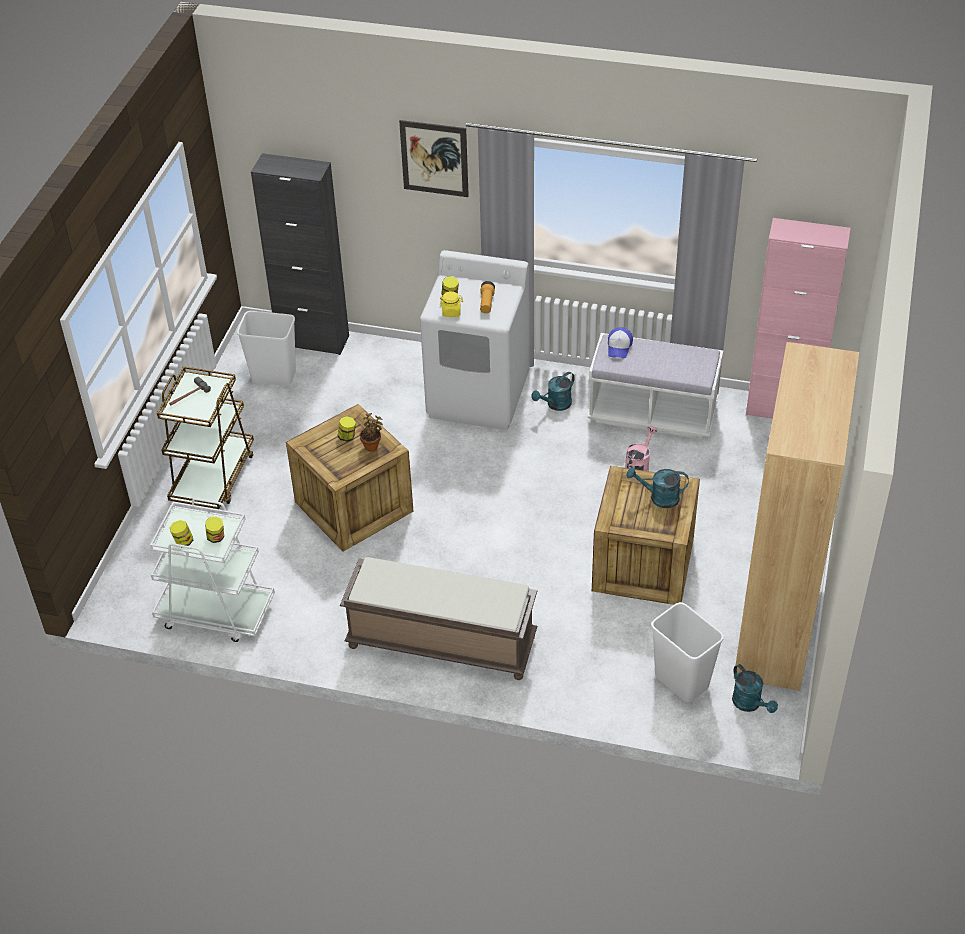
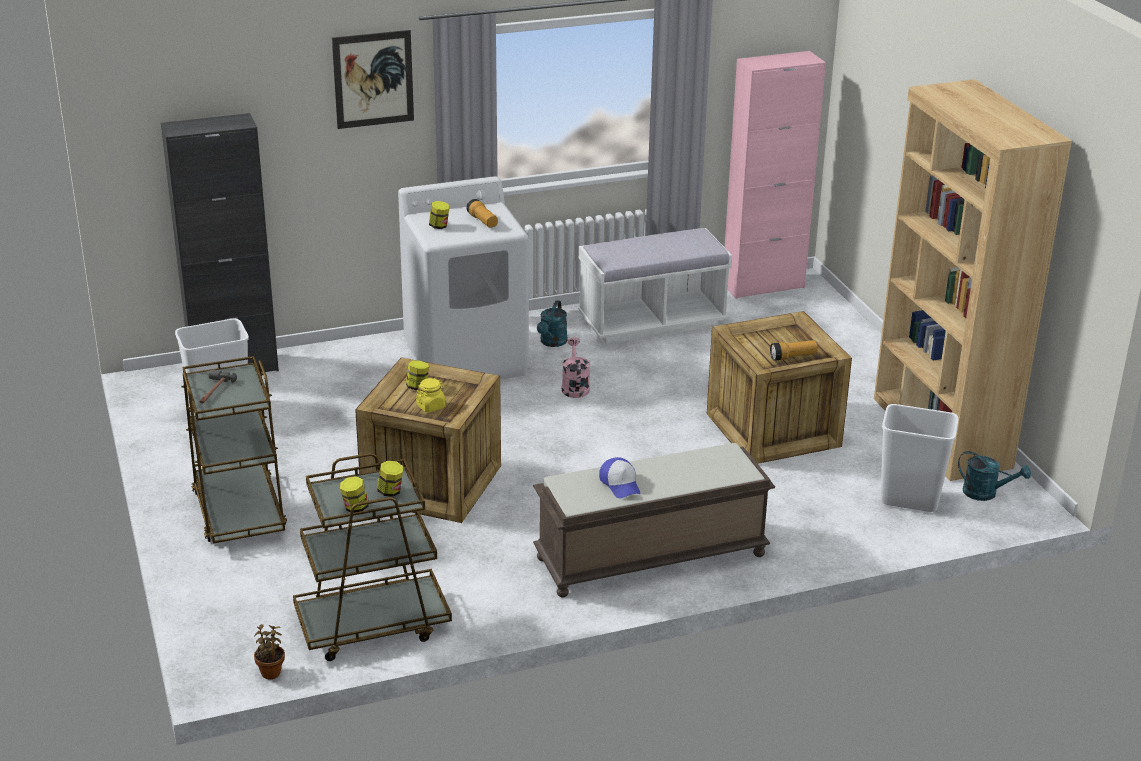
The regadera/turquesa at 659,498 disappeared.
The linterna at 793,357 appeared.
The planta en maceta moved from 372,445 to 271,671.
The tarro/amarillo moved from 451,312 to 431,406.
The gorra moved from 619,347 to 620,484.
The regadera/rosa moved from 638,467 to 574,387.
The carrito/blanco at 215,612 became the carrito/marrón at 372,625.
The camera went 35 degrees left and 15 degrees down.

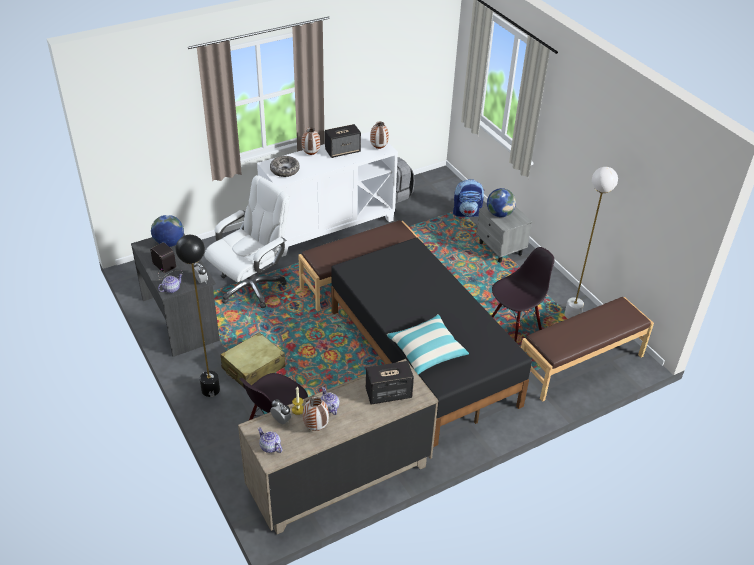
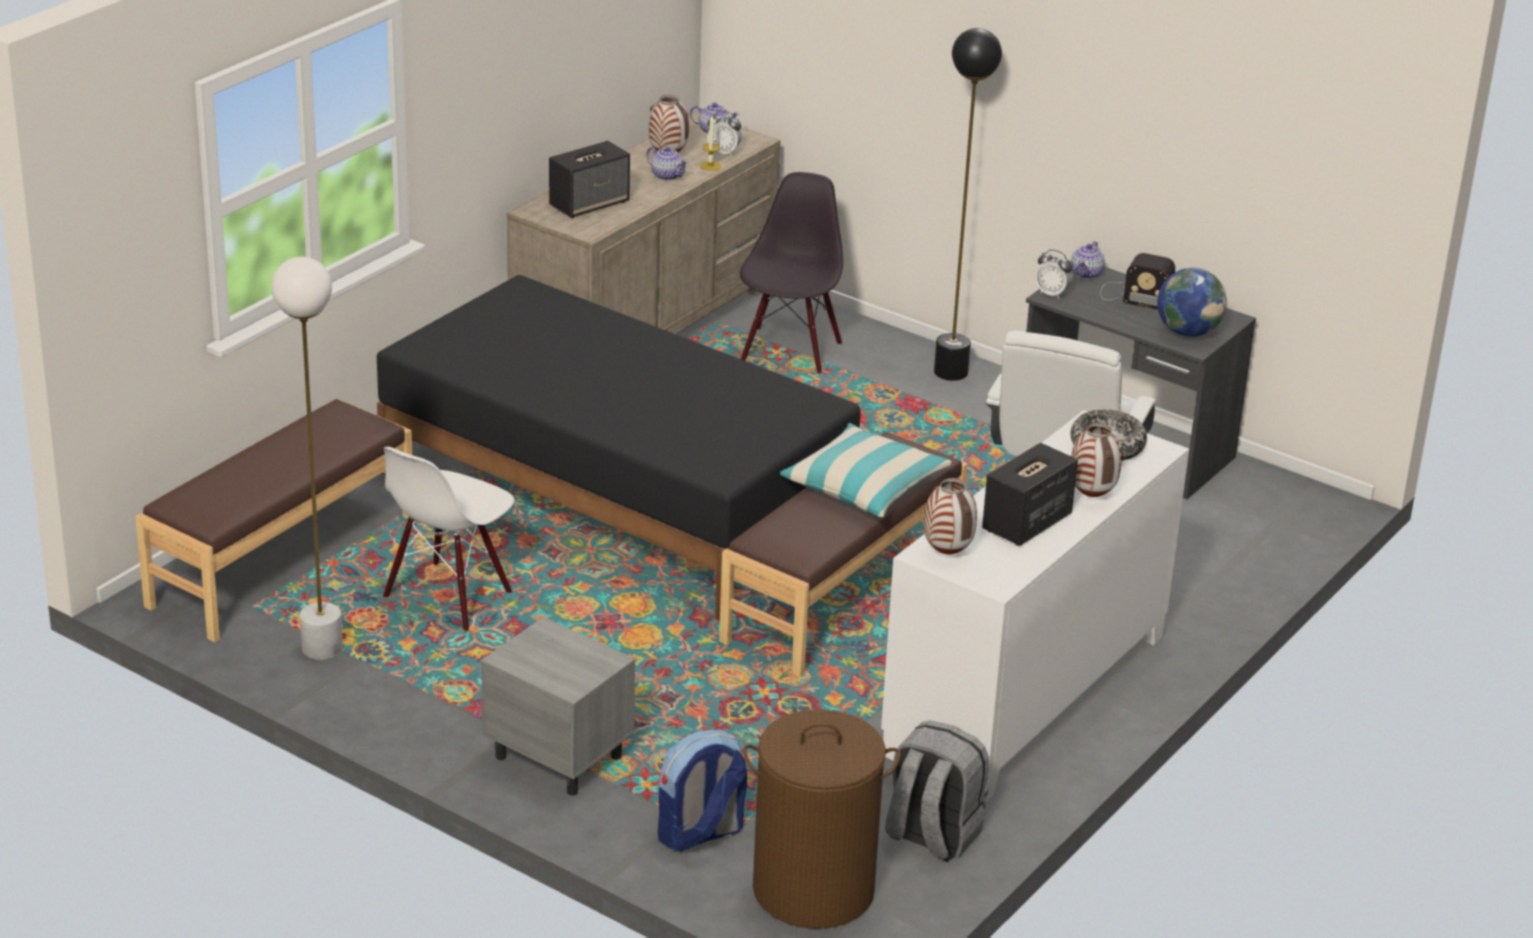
The maleta/beis at 253,368 disappeared.
The globo terráqueo at 499,214 disappeared.
The cesto de la ropa/marrón at 814,889 appeared.
The cojín moved from 427,350 to 864,486.
The silla/negro at 515,325 became the silla/blanco at 448,596.
The camera went 155 degrees right and 10 degrees down.

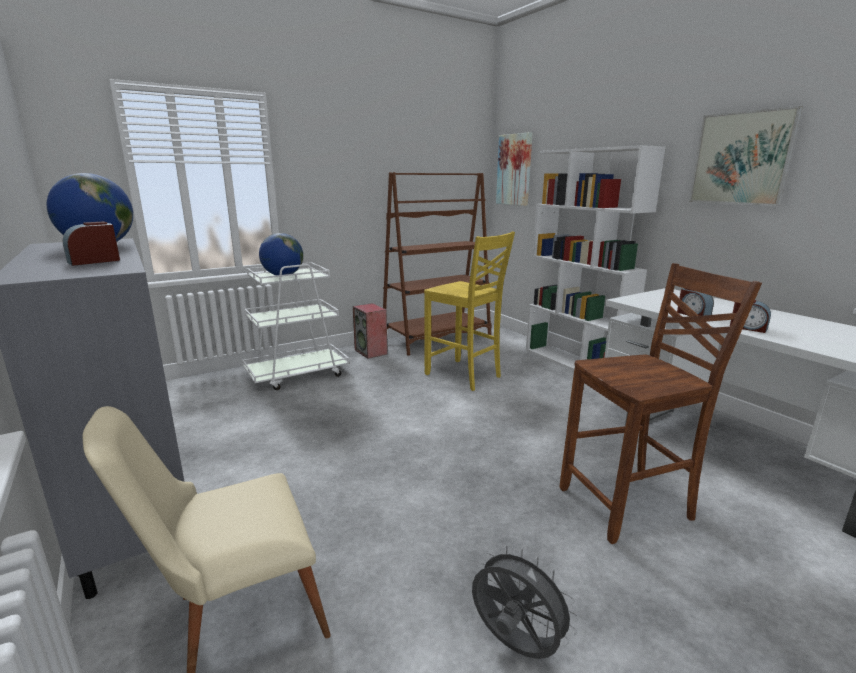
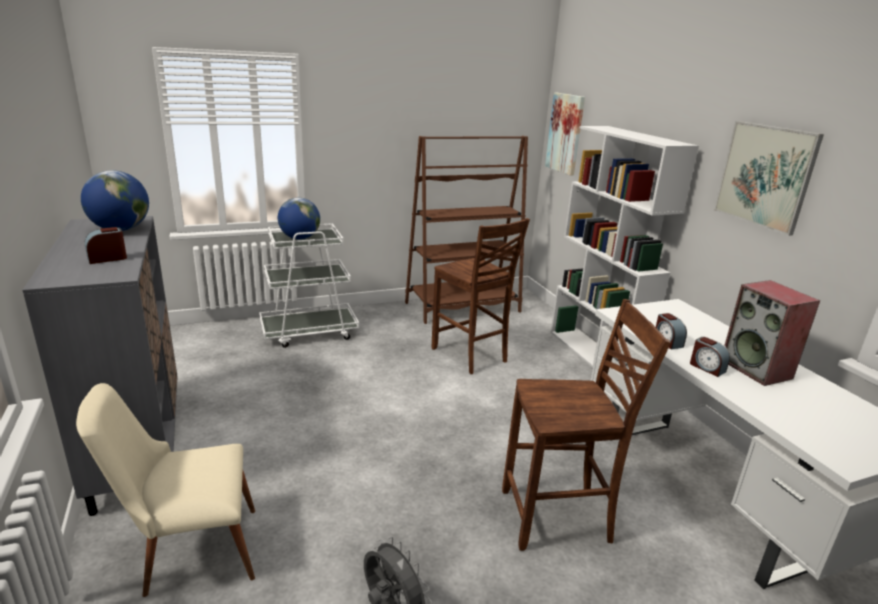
The altavoz moved from 371,352 to 757,369.
The silla/amarillo at 464,376 became the silla/marrón at 470,355.
The camera went 10 degrees right and 5 degrees up.

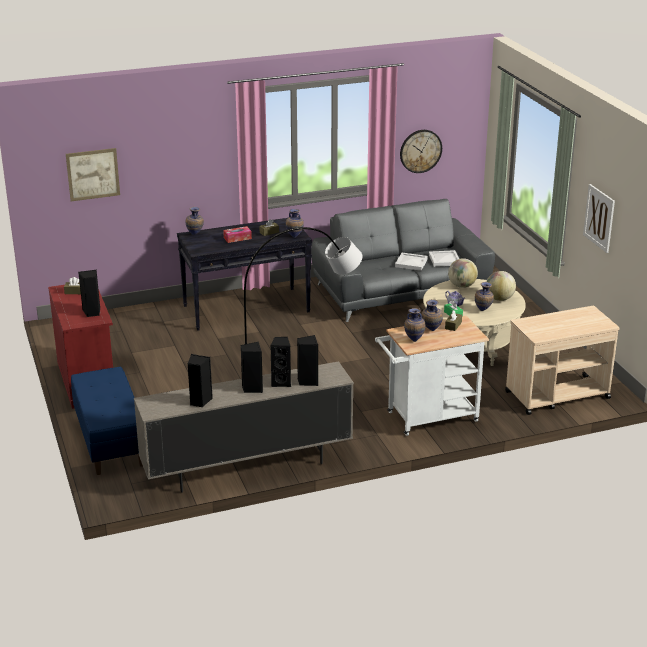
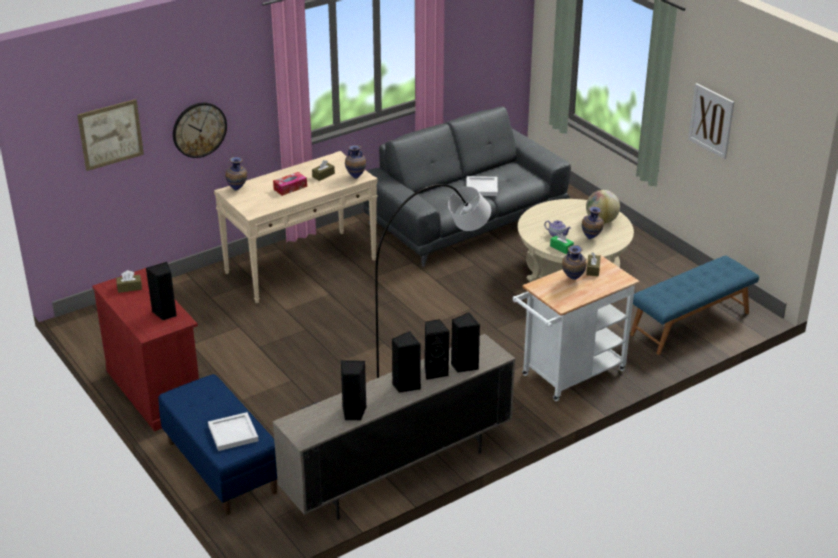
The florero at 414,340 disappeared.
The globo terráqueo at 462,286 disappeared.
The reloj de pared moved from 420,151 to 199,129.
The bandeja/blanco moved from 444,260 to 232,433.
The carrito/beis at 556,395 was replaced by the banco/azul at 690,324.
The mesa consola/negro at 246,308 became the mesa consola/beis at 301,266.
The camera went 15 degrees left and 5 degrees up.

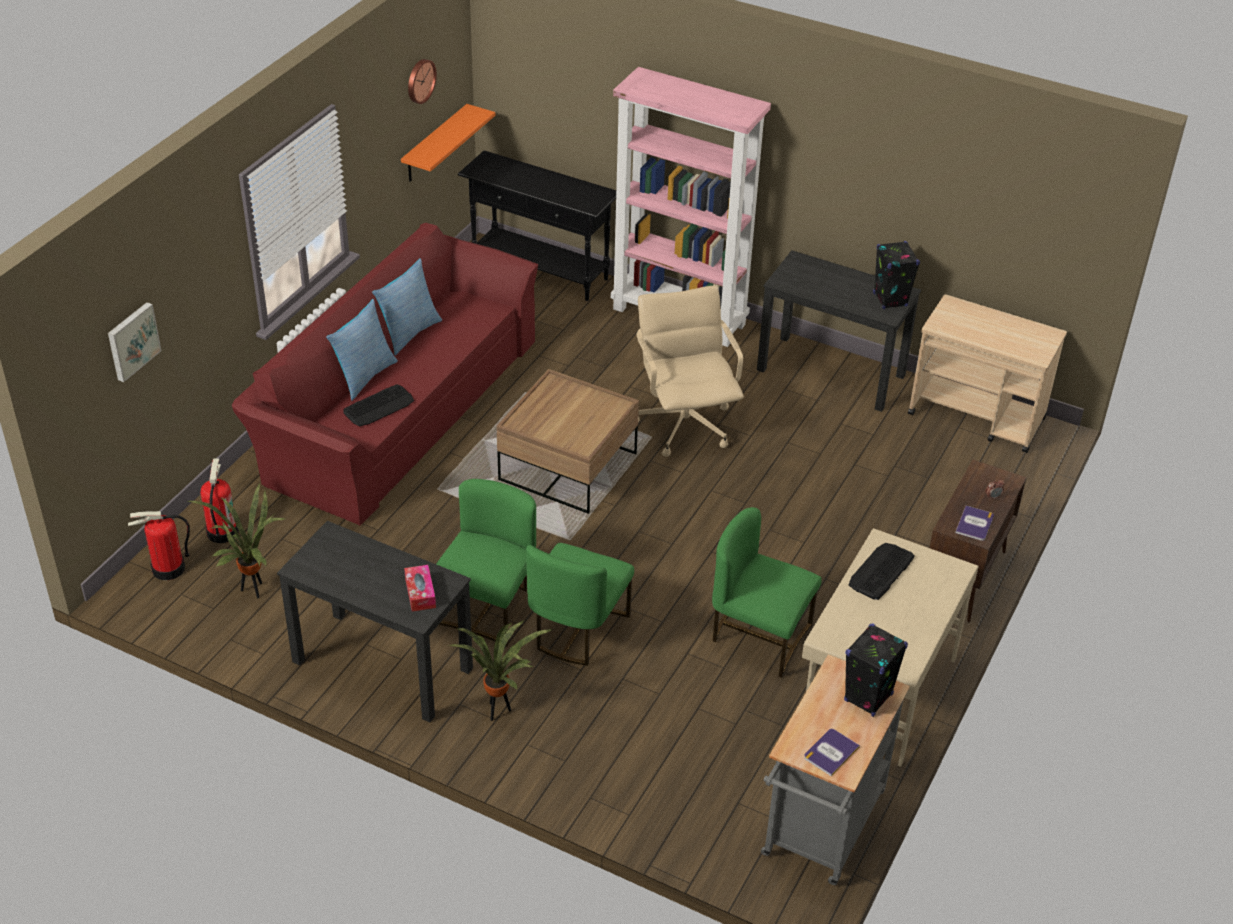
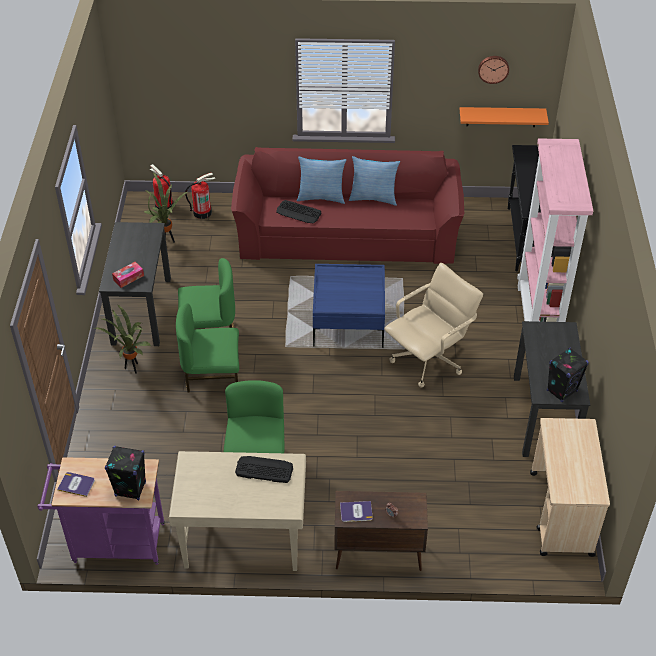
The cuadro at 132,341 disappeared.
The mesa de centro/marrón at 567,467 became the mesa de centro/azul at 348,322.
The carrito/gris at 820,831 became the carrito/morado at 113,543.
The camera went 65 degrees right and 5 degrees up.

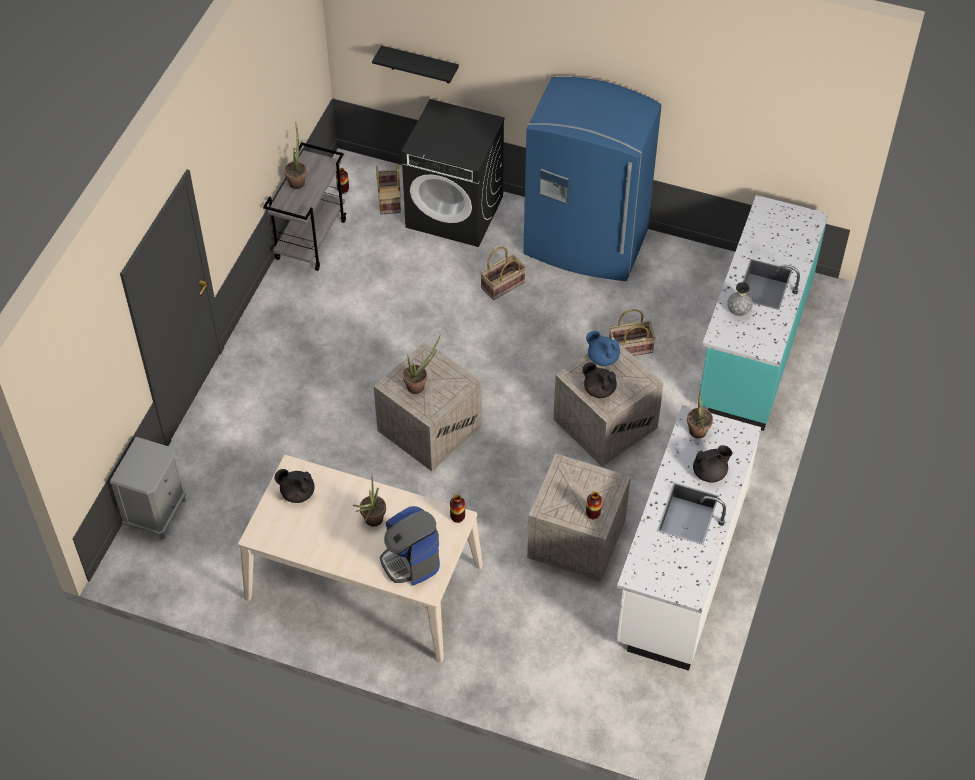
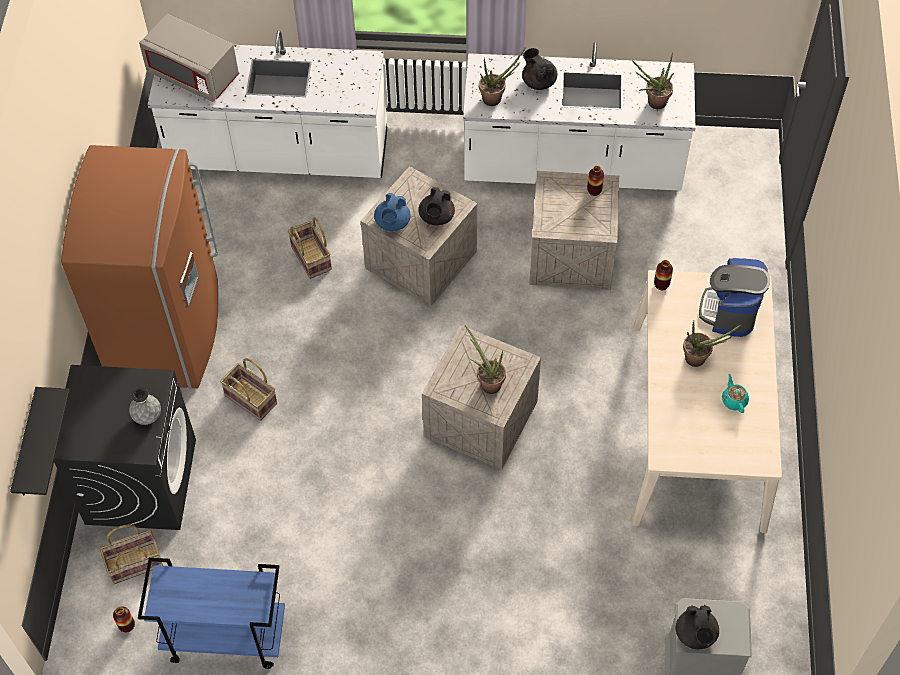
The microondas/gris at 193,75 appeared.
The tetera/turquesa at 734,400 appeared.
The tetera/negro moved from 297,493 to 695,635.
The planta en maceta moved from 297,180 to 653,103.
The florero/gris moved from 738,311 to 148,417.
The carrito/gris at 311,239 became the carrito/azul at 224,637.
The nevera/azul at 585,245 became the nevera/marrón at 168,331.
The mueble bajo de cocina/turquesa at 753,346 became the mueble bajo de cocina/blanco at 279,154.
The cafetera at 411,560 turned 150 degrees clockwise.
The camera went 105 degrees left and 5 degrees up.

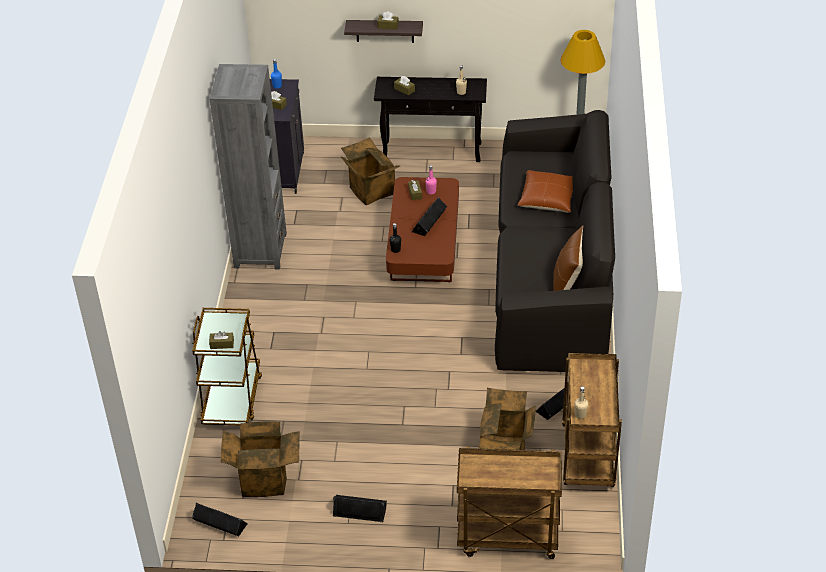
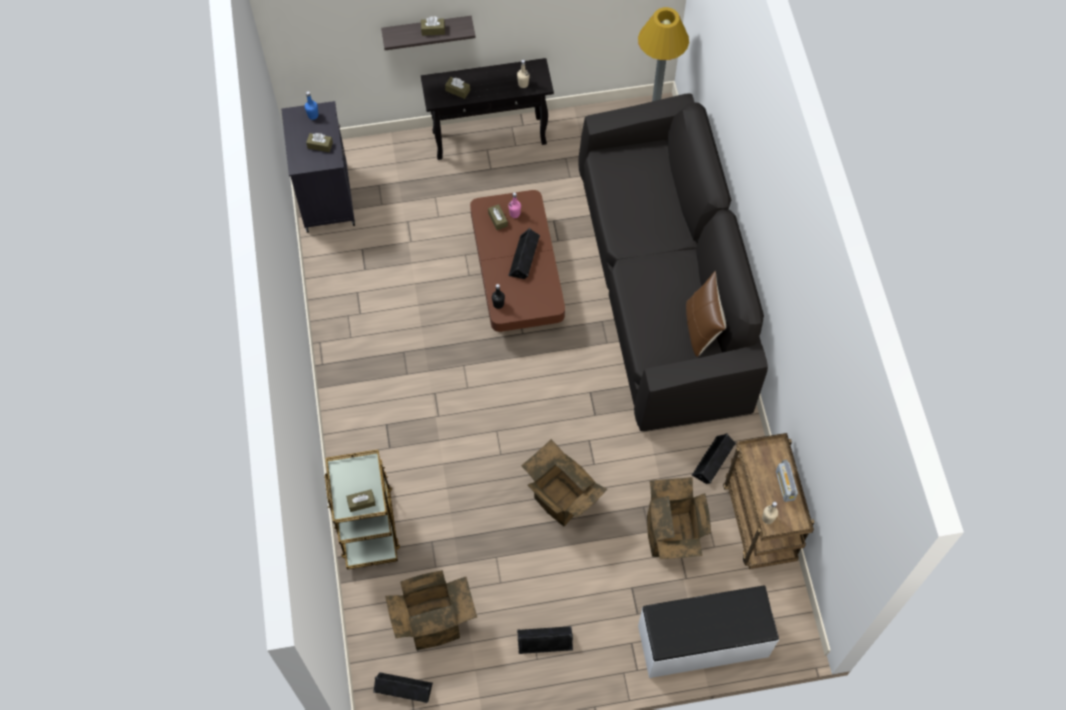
The estantería/gris at 260,250 disappeared.
The cojín/marrón at 548,198 disappeared.
The radio at 785,485 appeared.
The caja de cartón moved from 370,191 to 561,499.
The carrito/marrón at 507,538 was replaced by the banco/blanco at 703,642.
The camera went 15 degrees left and 20 degrees up.

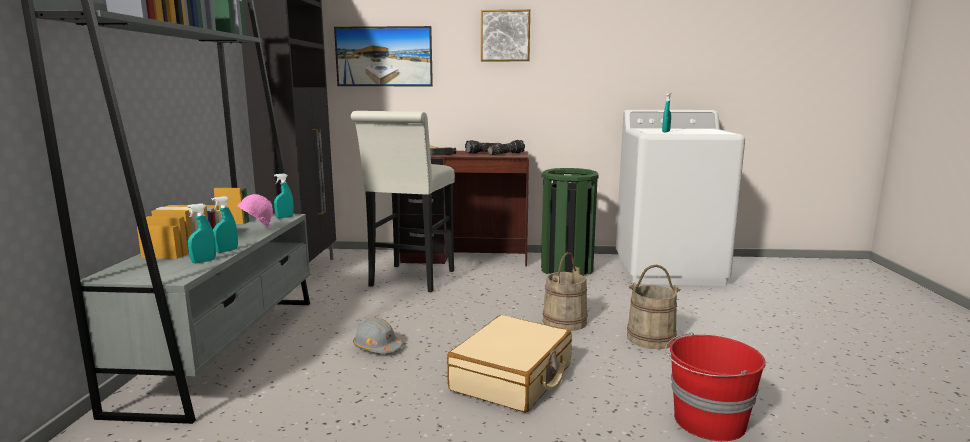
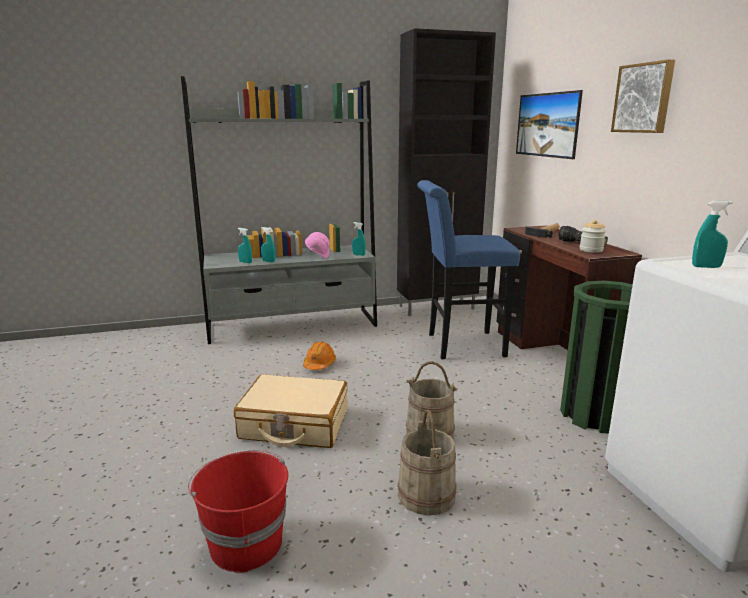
The linterna at 506,154 was replaced by the tarro at 591,250.
The taburete/blanco at 409,280 became the taburete/azul at 459,345.
The casco/gris at 377,347 became the casco/naranja at 319,364.
The camera went 70 degrees right and 5 degrees up.

